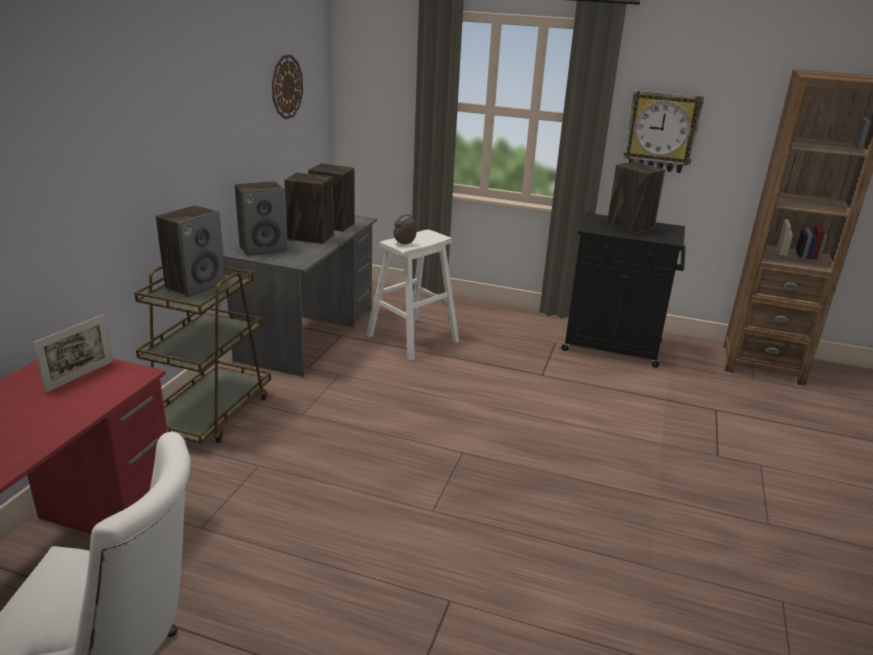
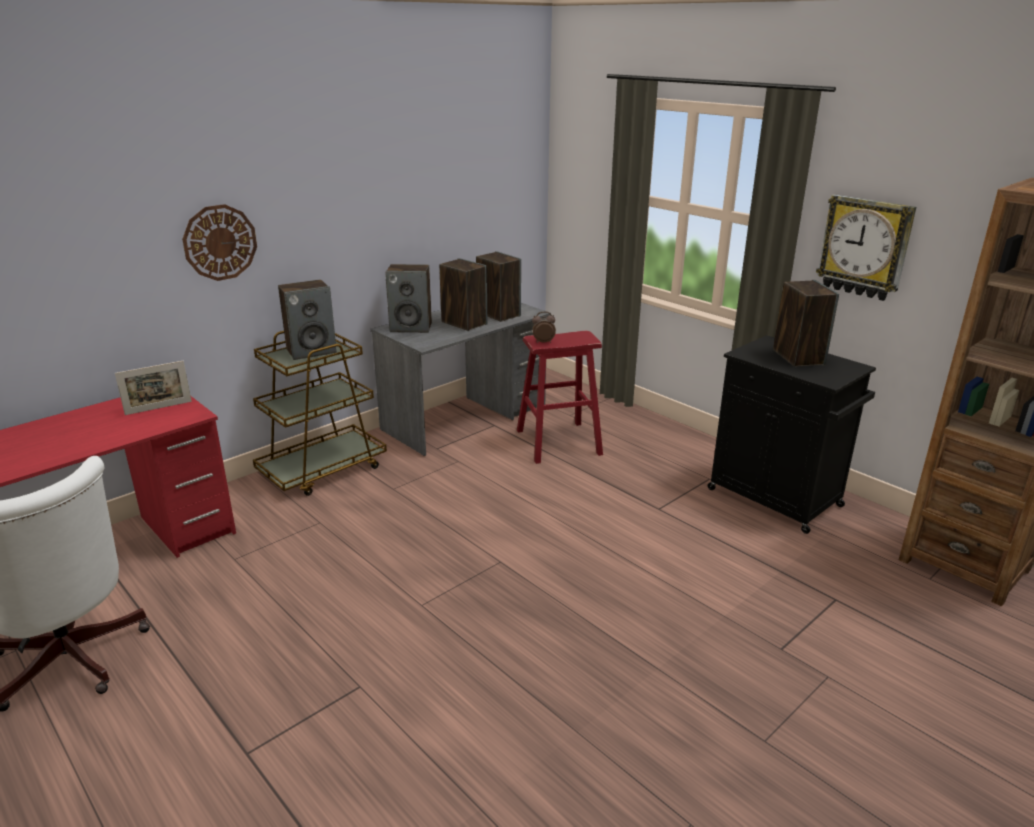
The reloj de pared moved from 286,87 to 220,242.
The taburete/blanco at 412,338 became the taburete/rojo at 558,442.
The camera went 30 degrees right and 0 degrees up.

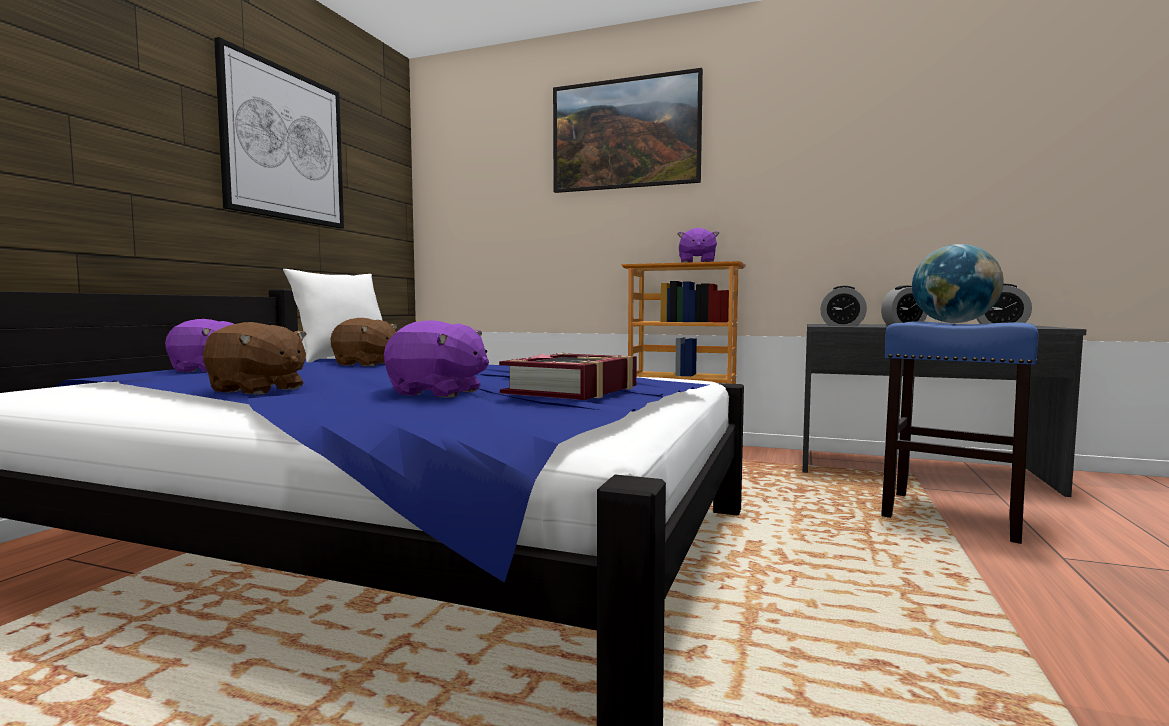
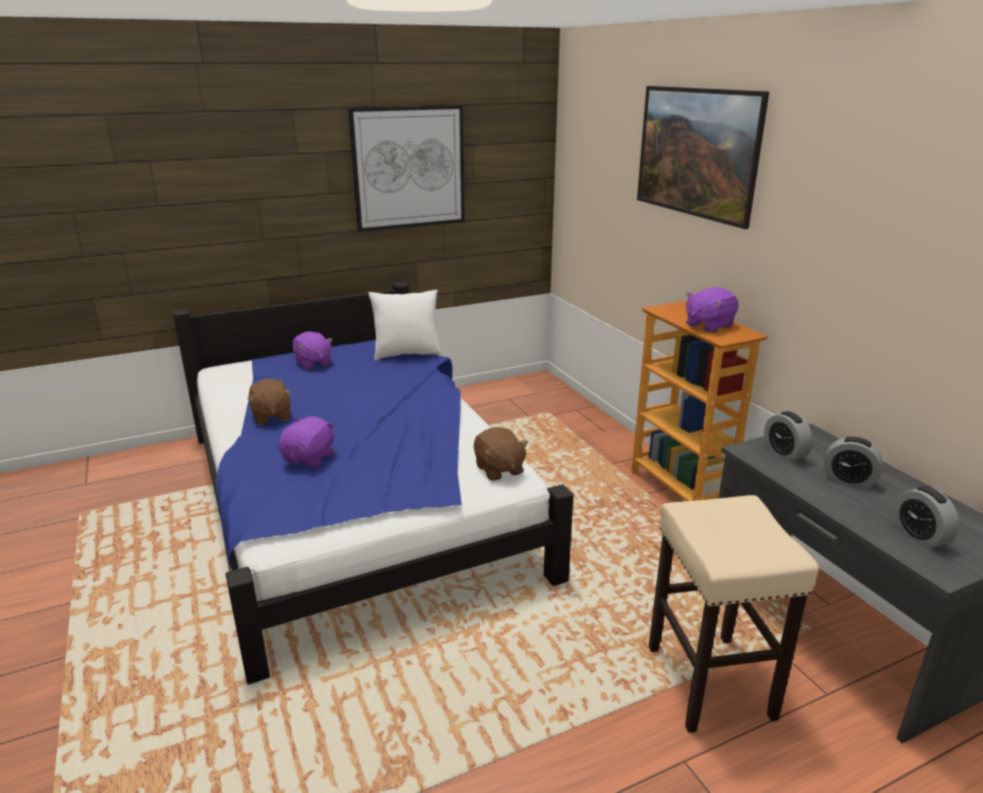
The libro at 573,390 disappeared.
The globo terráqueo at 954,323 disappeared.
The peluche/marrón moved from 366,364 to 498,469.
The taburete/azul at 950,516 became the taburete/beis at 708,680.
The peluche/morado at 438,393 turned 135 degrees counterclockwise.
The camera went 45 degrees right and 20 degrees up.

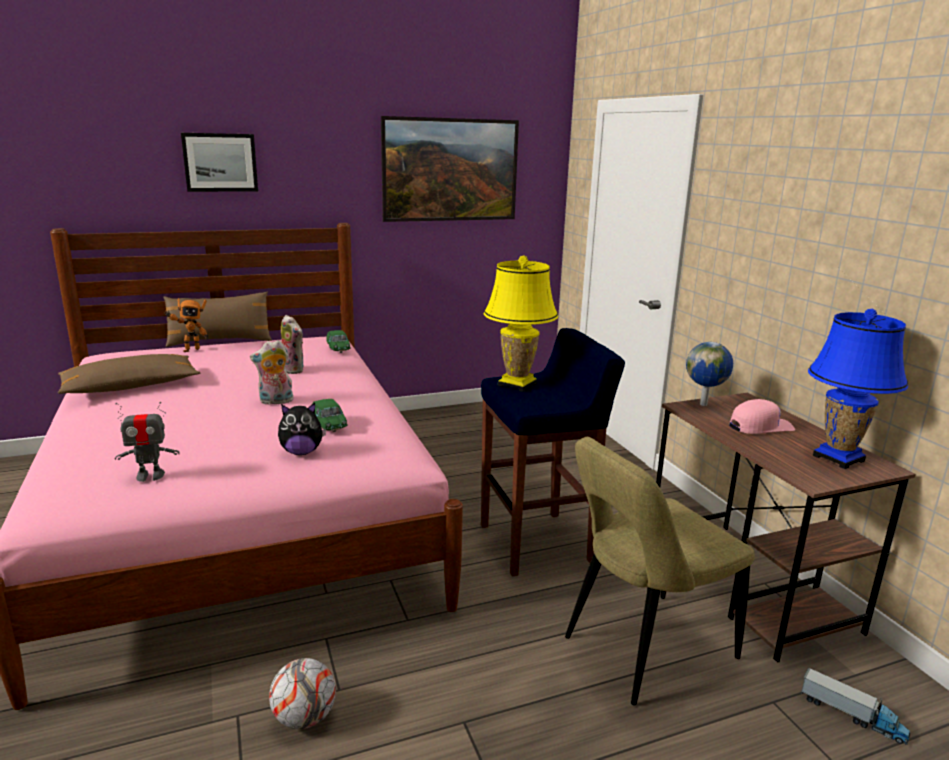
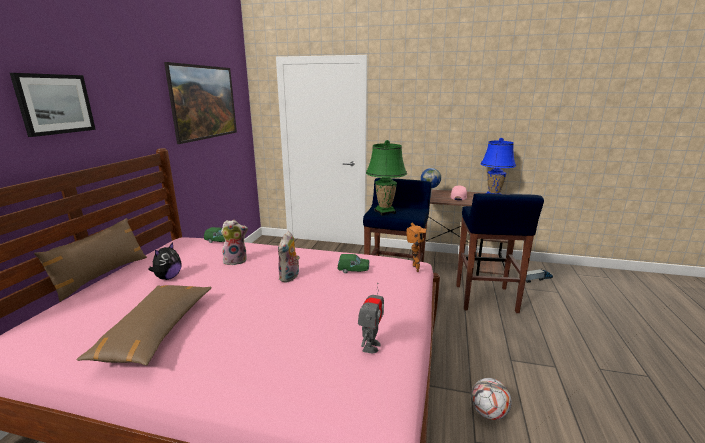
The robot de juguete moved from 190,350 to 413,268.
The peluche moved from 301,452 to 168,277.
The silla/beis at 643,650 was replaced by the taburete/azul at 485,299.
The lámpara de mesa/amarillo at 517,384 became the lámpara de mesa/verde at 384,212.
The camera went 55 degrees left and 0 degrees up.

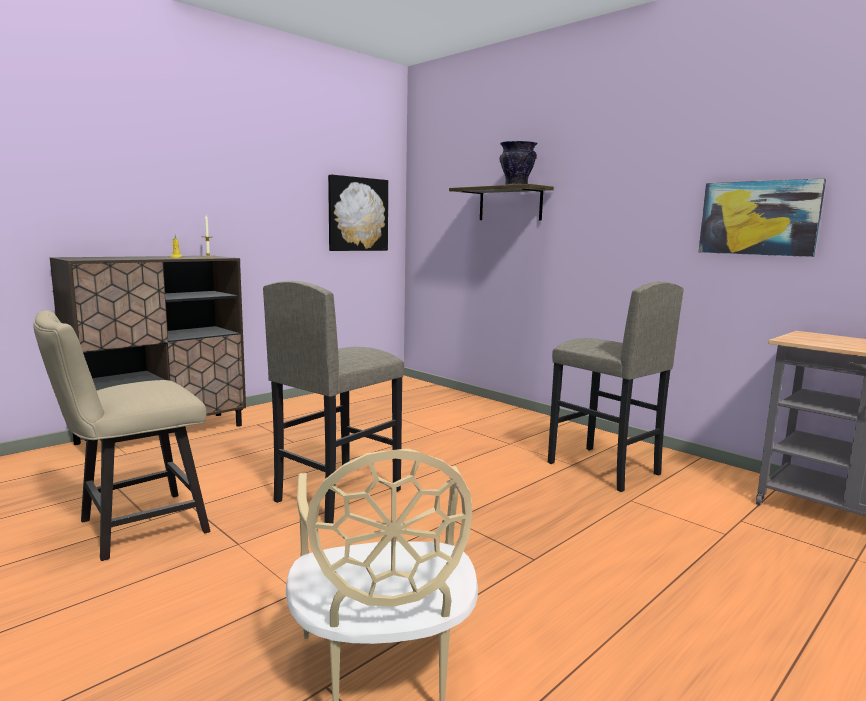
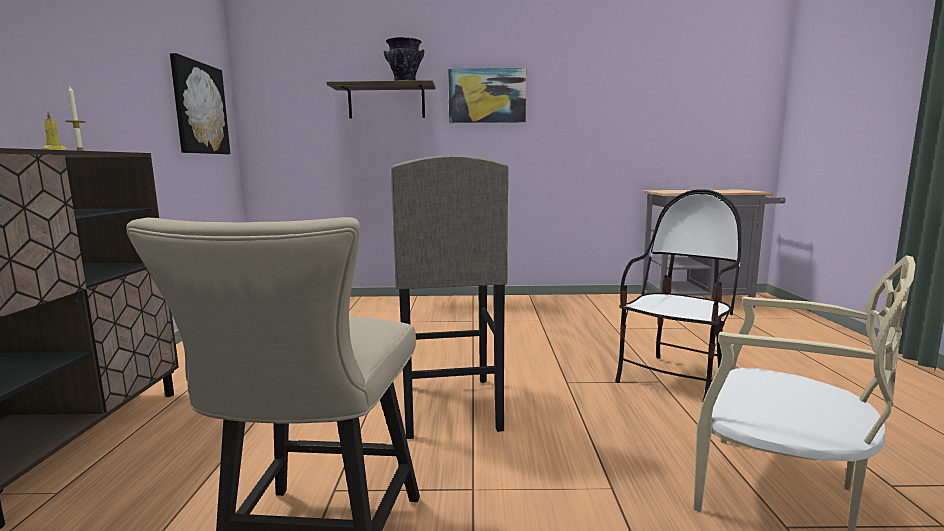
The taburete/gris at 603,469 disappeared.
The silla at 674,379 appeared.
The cuadro moved from 758,218 to 487,96.
The camera went 45 degrees left and 0 degrees up.

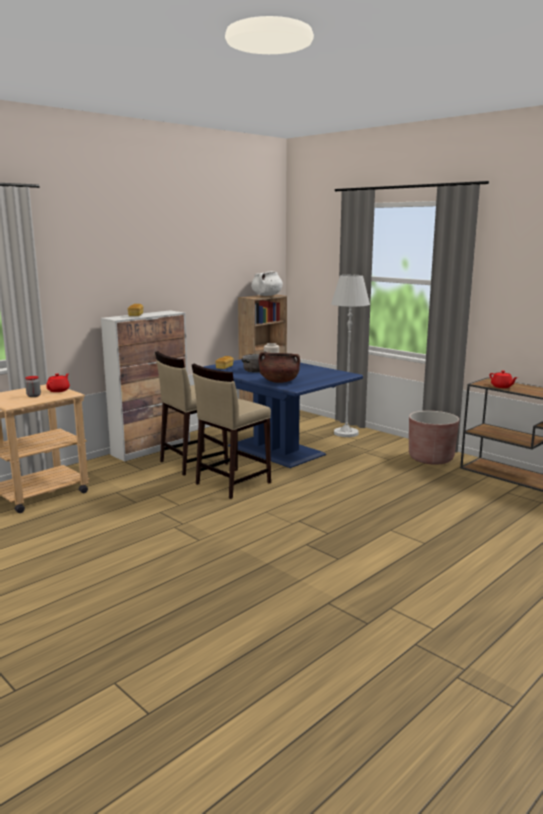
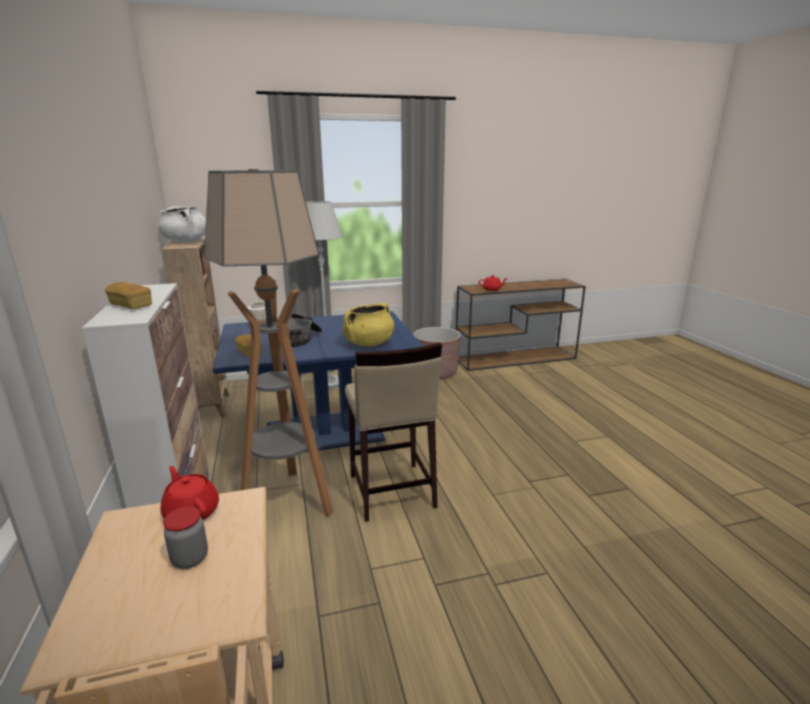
The taburete/beis at 193,462 was replaced by the lámpara de pie at 288,501.
The olla/marrón at 279,381 became the olla/amarillo at 369,343.
The camera went 60 degrees left and 5 degrees up.

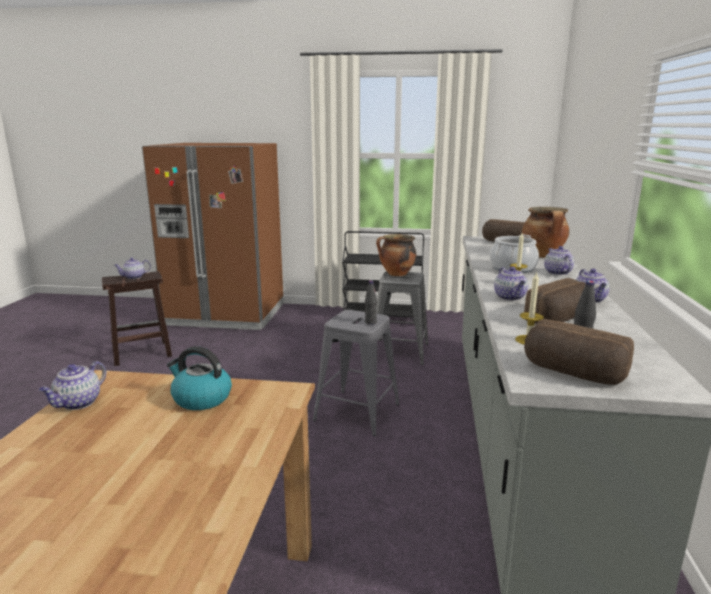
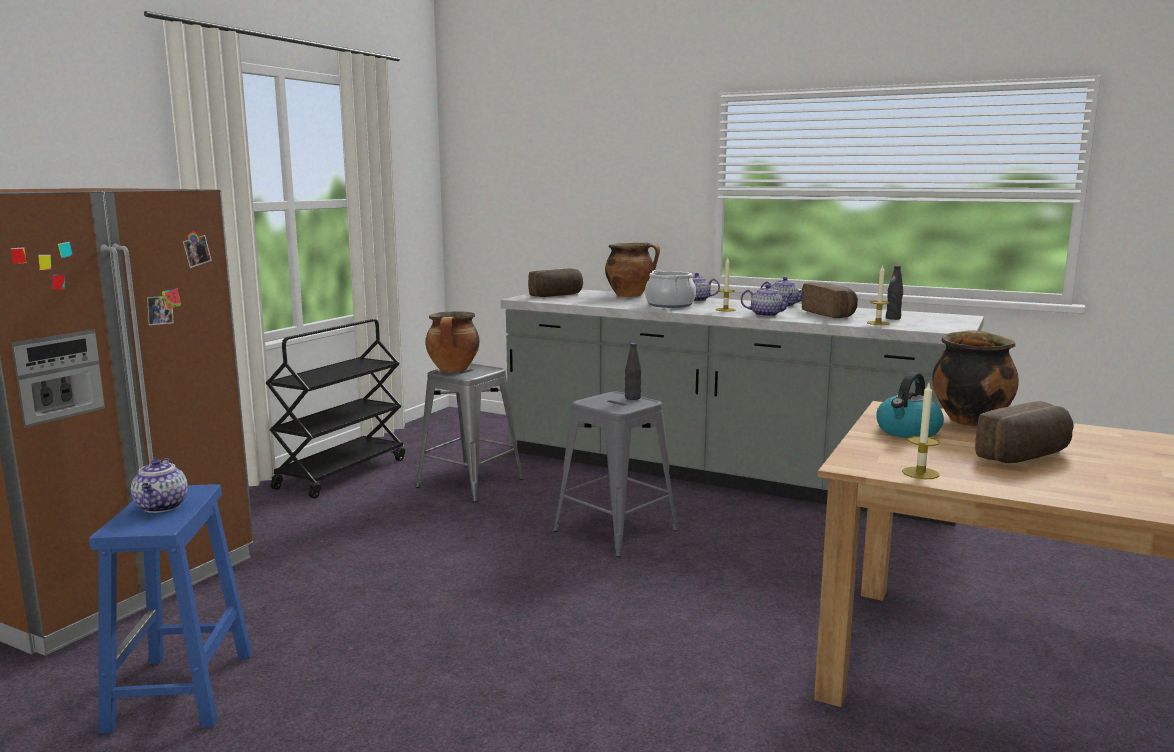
The olla at 969,421 appeared.
The pan moved from 572,373 to 1027,456.
The tetera at 78,403 was replaced by the vela at 920,473.
The taburete/marrón at 141,353 became the taburete/azul at 181,692.
The camera went 70 degrees left and 5 degrees down.

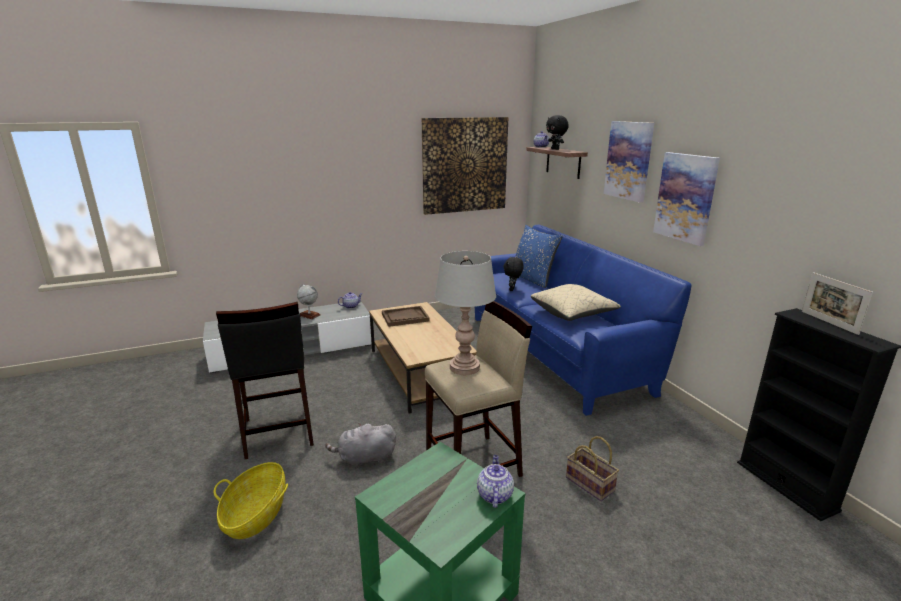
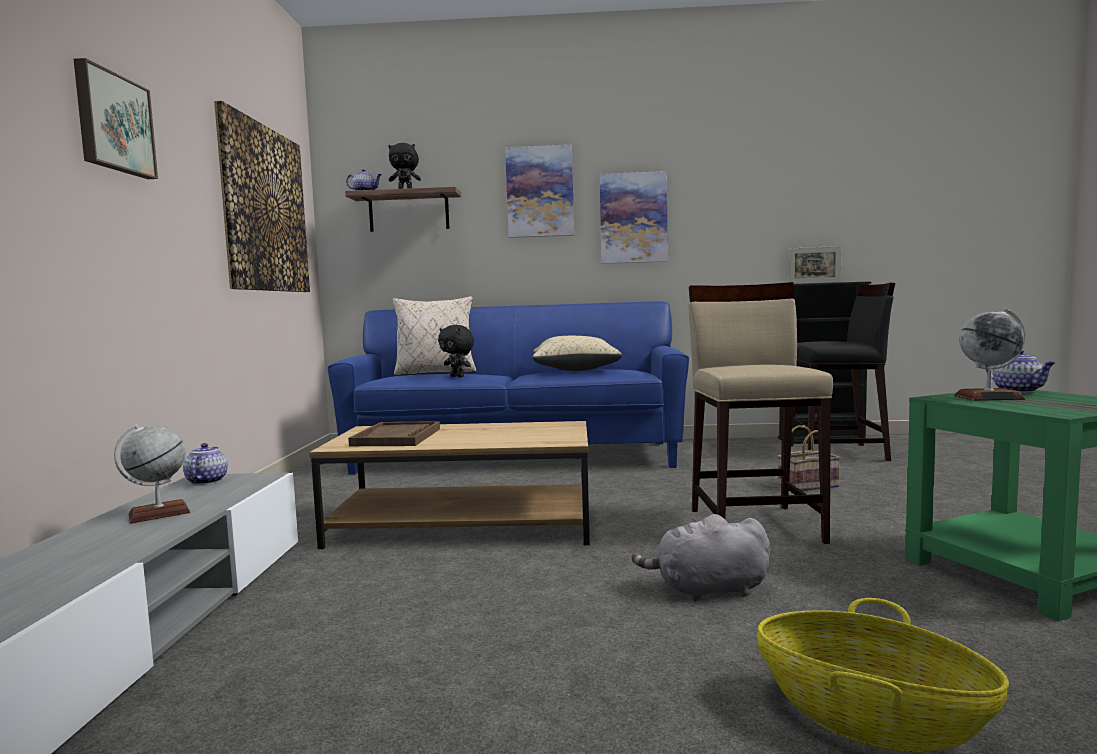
The lámpara de mesa/gris at 464,367 disappeared.
The cuadro at 113,123 appeared.
The globo terráqueo at 988,397 appeared.
The taburete/negro moved from 277,432 to 838,453.
The cojín/azul at 532,279 became the cojín/beis at 436,373.
The peluche/gris at 364,459 turned 75 degrees clockwise.
The tetera at 494,495 turned 135 degrees counterclockwise.
The camera went 65 degrees left and 15 degrees down.

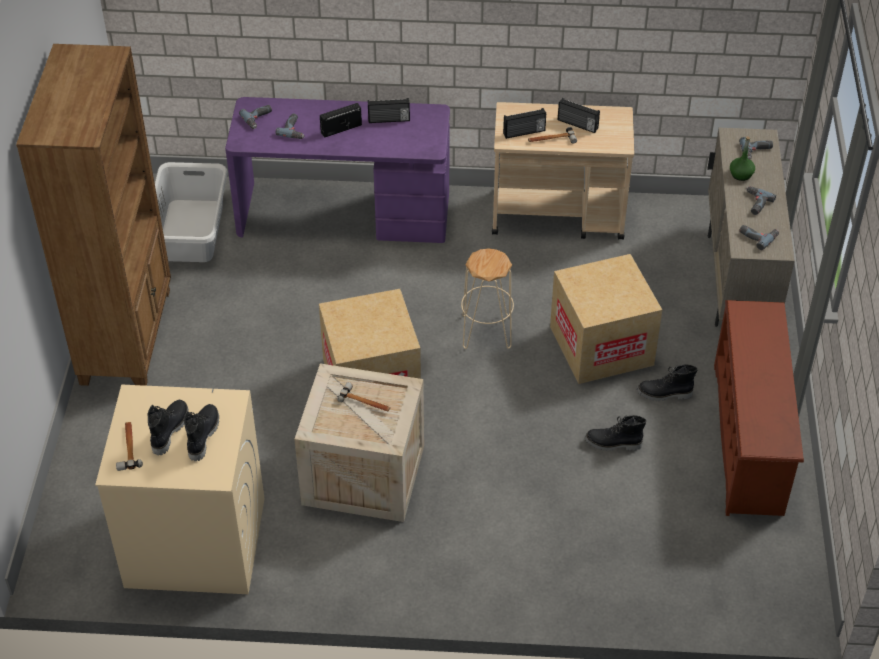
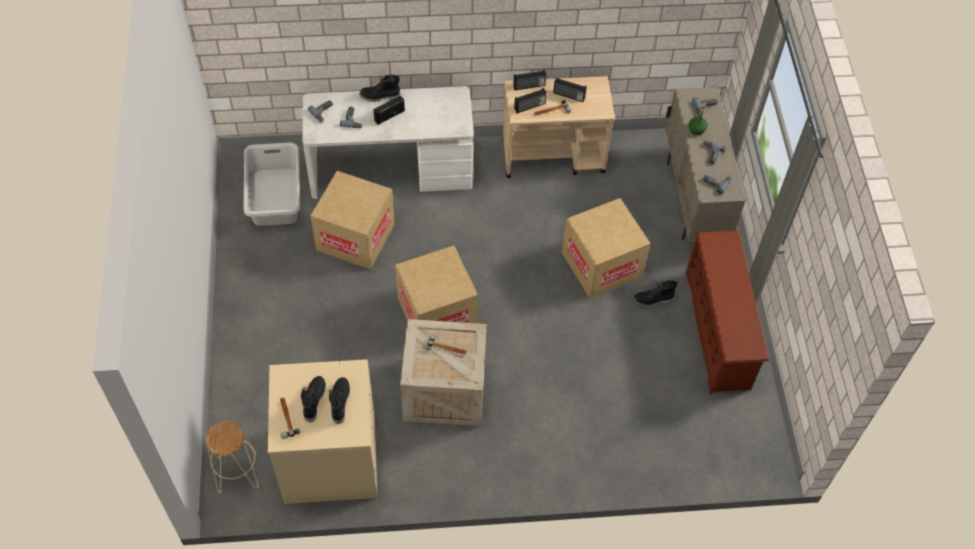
The estantería/marrón at 127,335 disappeared.
The caja de cartón at 355,237 appeared.
The radio moved from 389,120 to 529,86.
The taburete/beis moved from 486,331 to 237,472.
The bota/negro moved from 613,444 to 380,97.
The escritorio/morado at 344,213 became the escritorio/blanco at 391,170.
The camera went 10 degrees left and 10 degrees up.

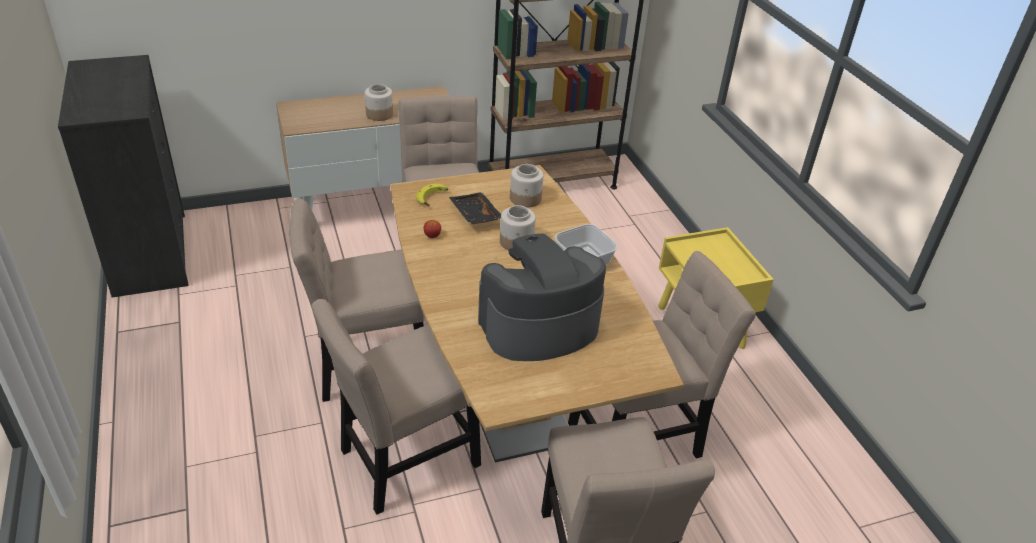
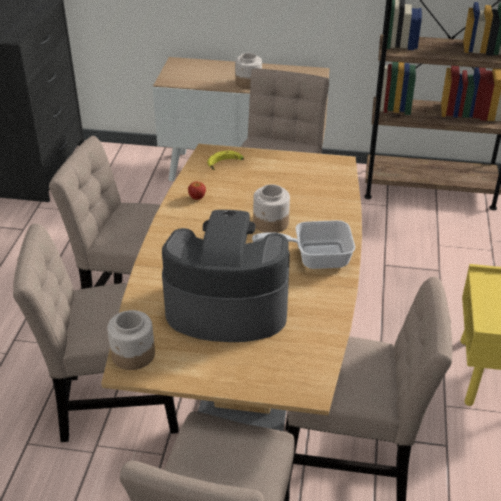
The bandeja/negro at 474,215 disappeared.
The tarro moved from 525,199 to 133,355.
The camera went 30 degrees right and 0 degrees up.

